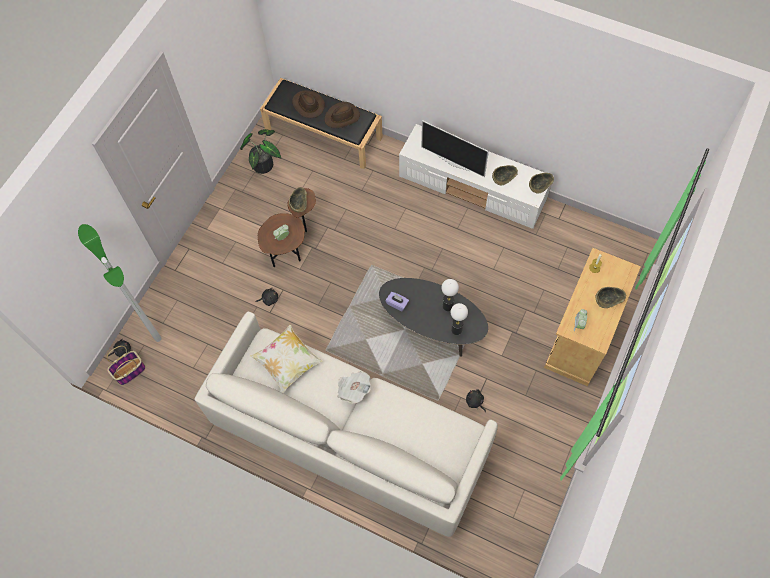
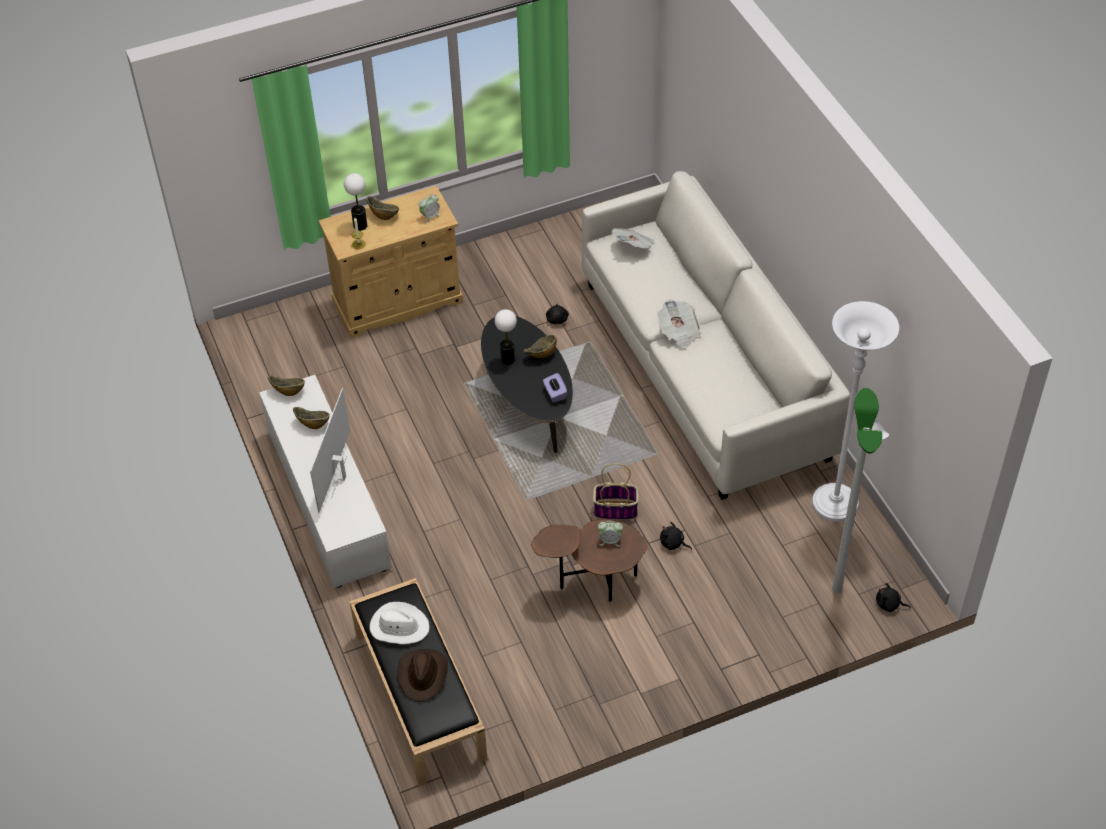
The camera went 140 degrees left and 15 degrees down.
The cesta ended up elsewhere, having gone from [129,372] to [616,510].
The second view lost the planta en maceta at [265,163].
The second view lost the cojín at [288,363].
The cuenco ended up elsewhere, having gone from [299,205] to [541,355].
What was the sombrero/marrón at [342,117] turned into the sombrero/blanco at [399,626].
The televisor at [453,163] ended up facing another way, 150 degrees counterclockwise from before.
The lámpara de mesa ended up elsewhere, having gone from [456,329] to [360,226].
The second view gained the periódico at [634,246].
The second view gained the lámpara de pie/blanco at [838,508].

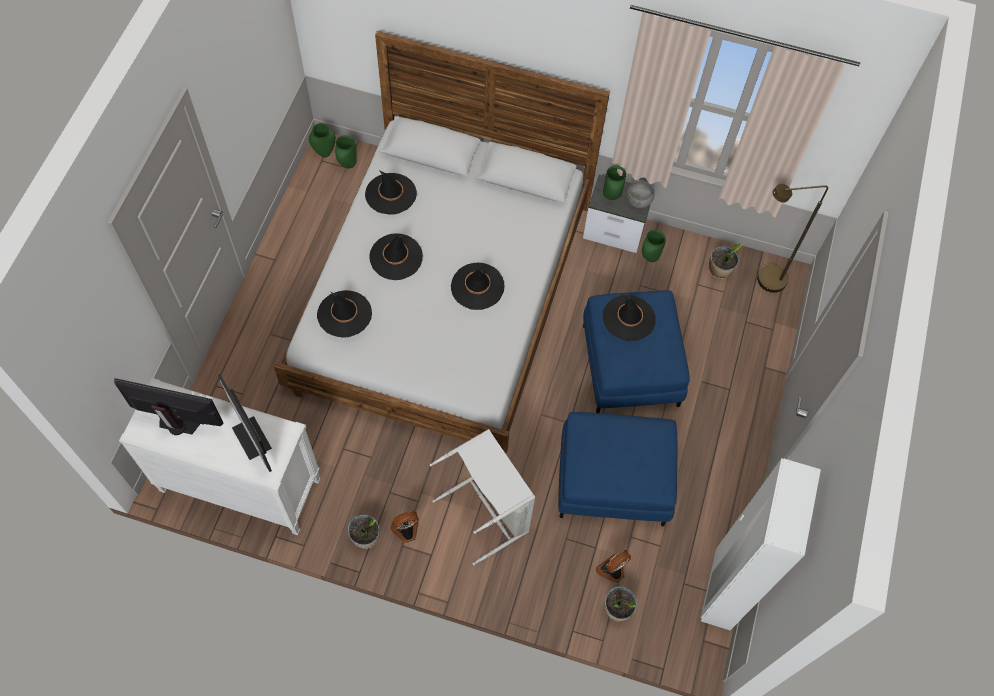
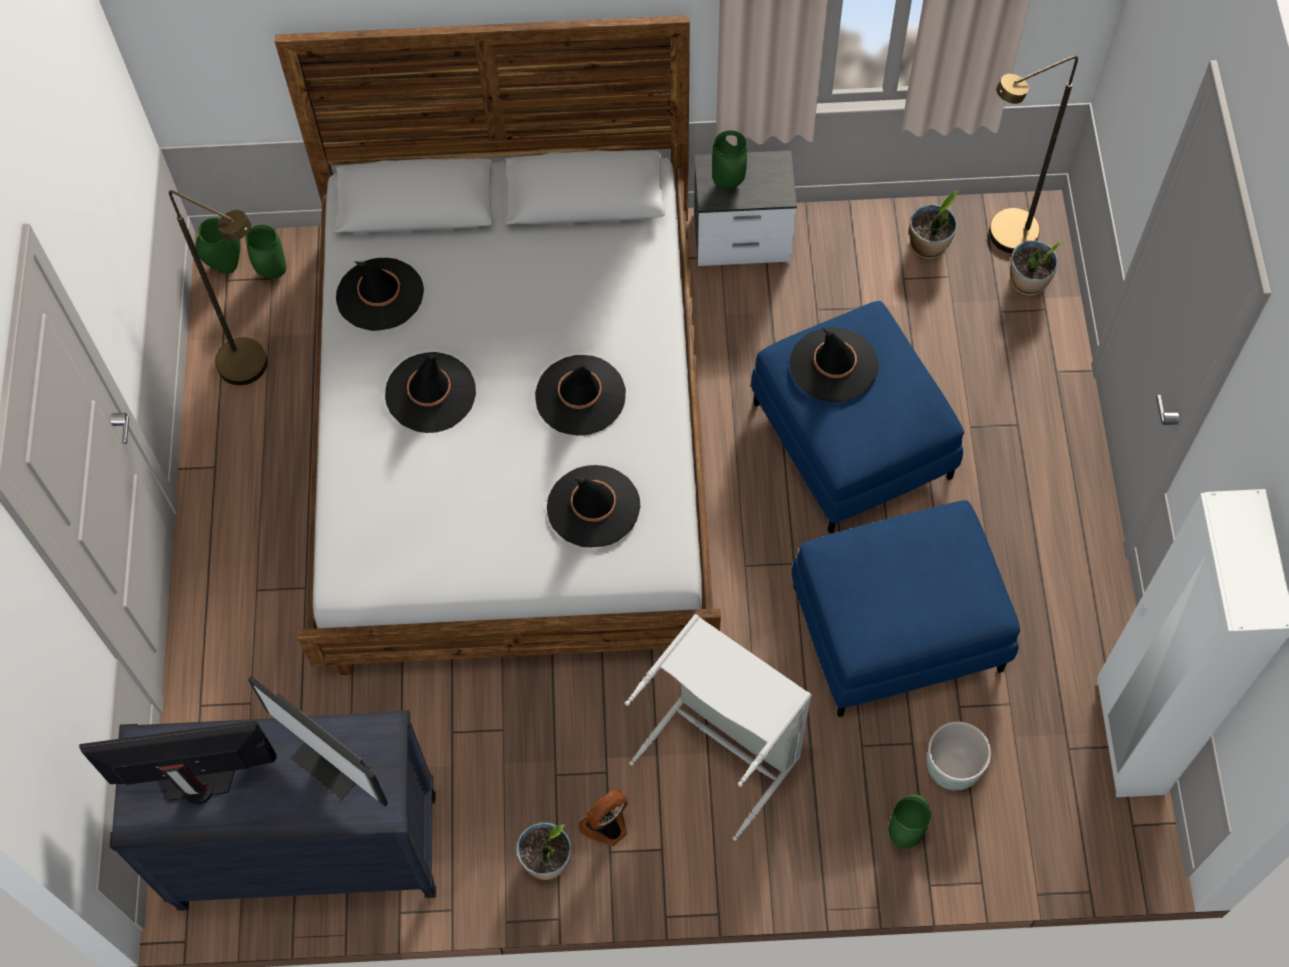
The camera went 15 degrees left and 0 degrees up.
What was the cómoda/blanco at [240,486] turned into the cómoda/negro at [308,853].
The sombrero/negro ended up elsewhere, having gone from [344,314] to [593,506].
Where the ventilador stood at [612,570], the maceta/gris came to stand at [952,769].
The planta en maceta ended up elsewhere, having gone from [617,609] to [1028,282].
The second view lost the cuenco/gris at [638,202].
The florero/verde ended up elsewhere, having gone from [650,258] to [905,835].
The second view gained the lámpara de pie/marrón at [255,368].

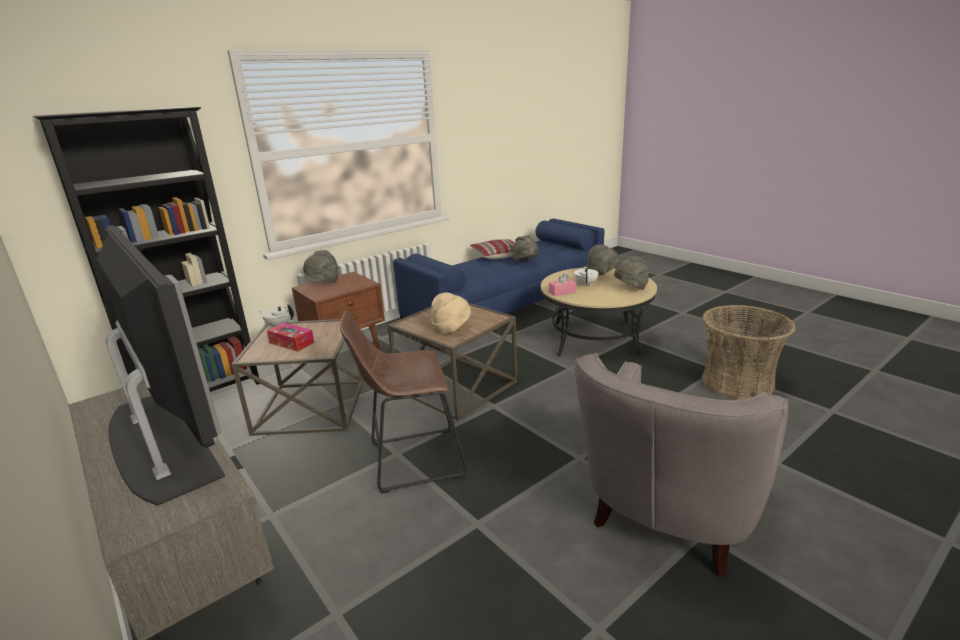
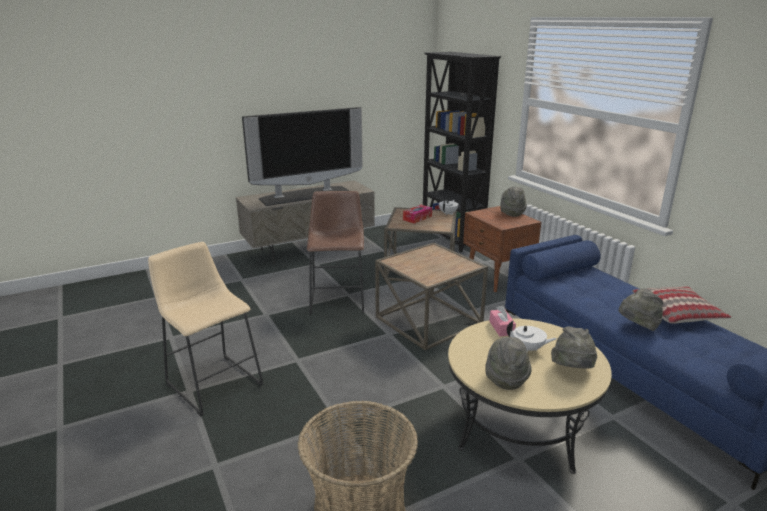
The camera went 100 degrees right and 0 degrees up.
The second view lost the sombrero/beis at [451,329].
Where the sillón/gris stood at [669,517], the taburete/beis came to stand at [212,381].

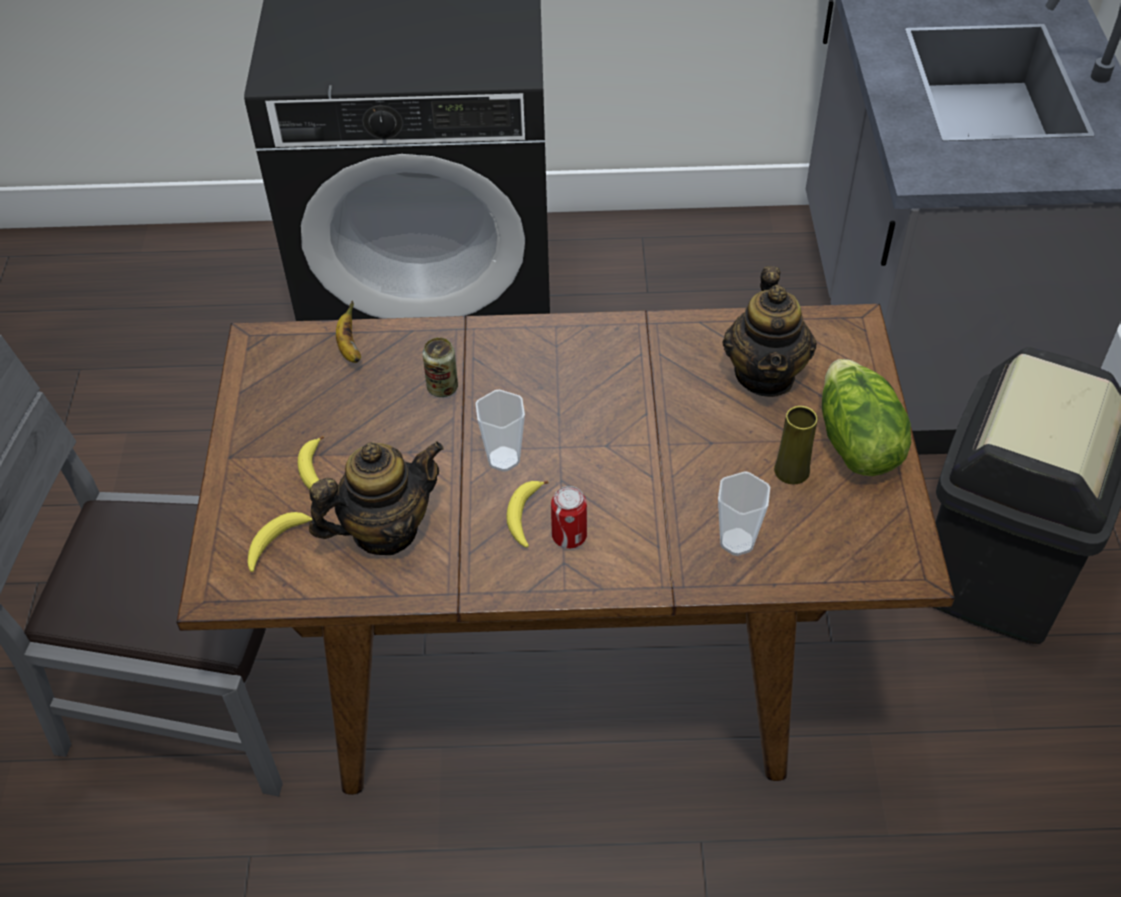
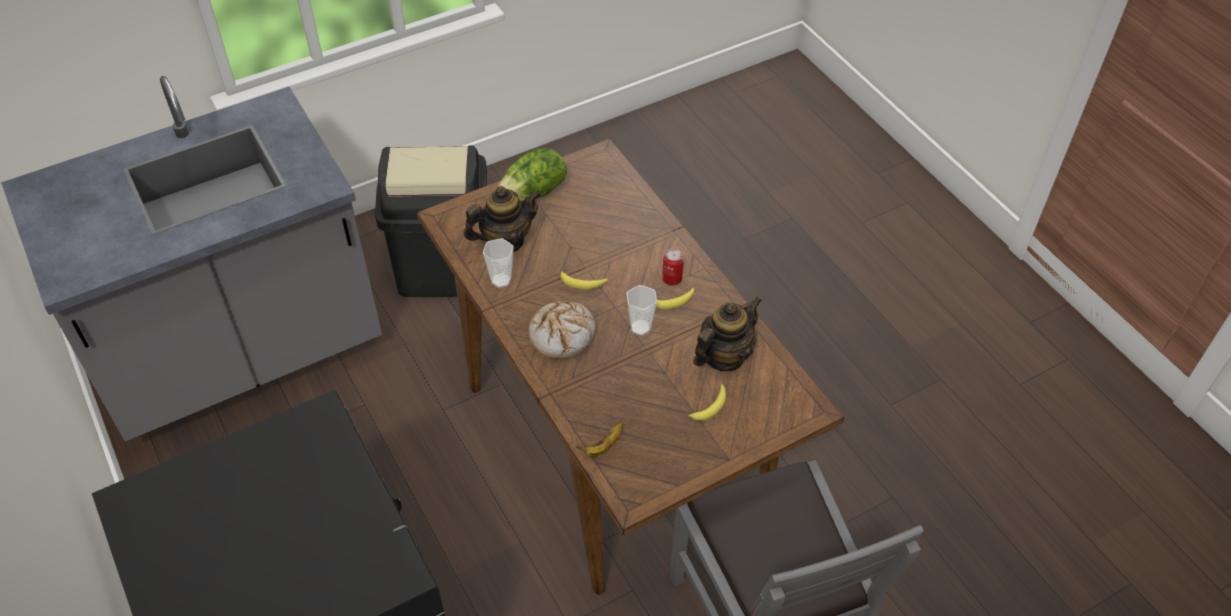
The camera went 120 degrees left and 0 degrees up.
The plátano ended up elsewhere, having gone from [276,543] to [582,283].
The tetera at [385,530] ended up facing another way, 105 degrees clockwise from before.
The second view lost the lata at [442,387].
The taza ended up elsewhere, having gone from [737,542] to [501,280].
The second view lost the florero/amarillo at [791,471].
The second view gained the pan at [562,335].

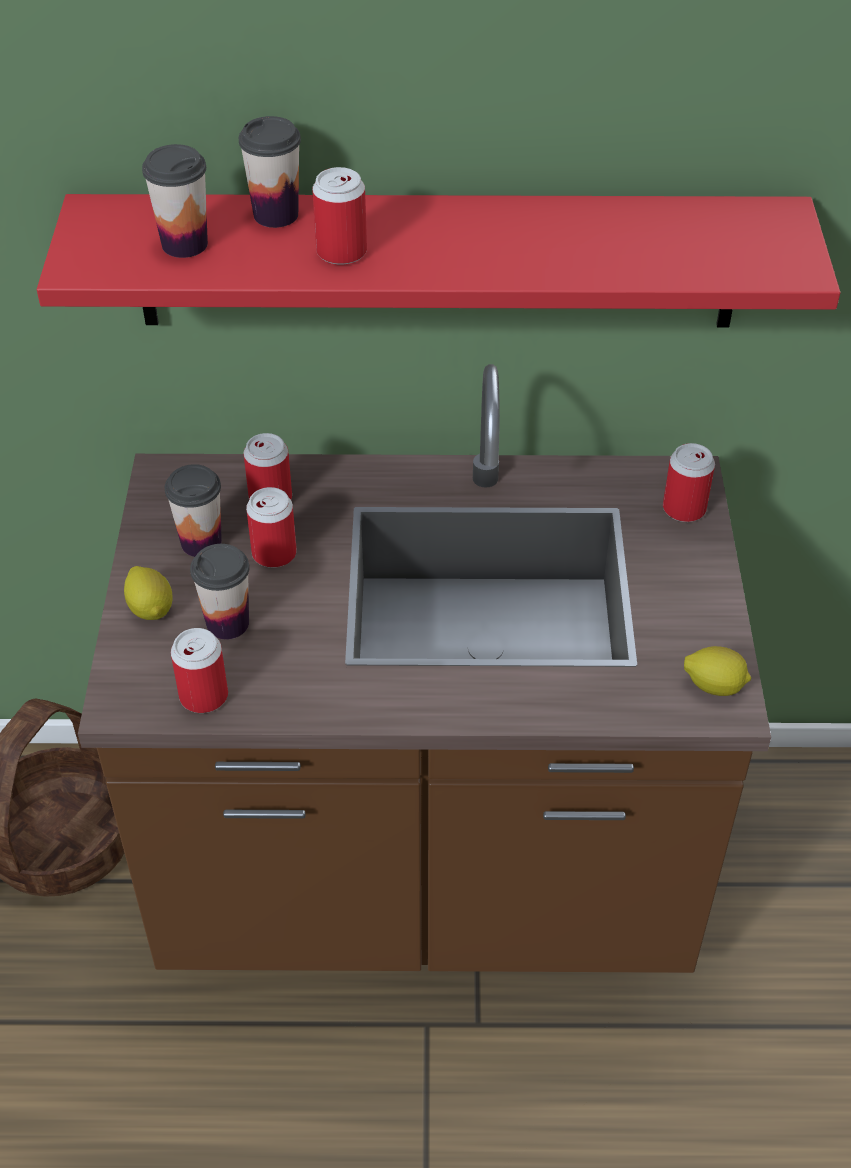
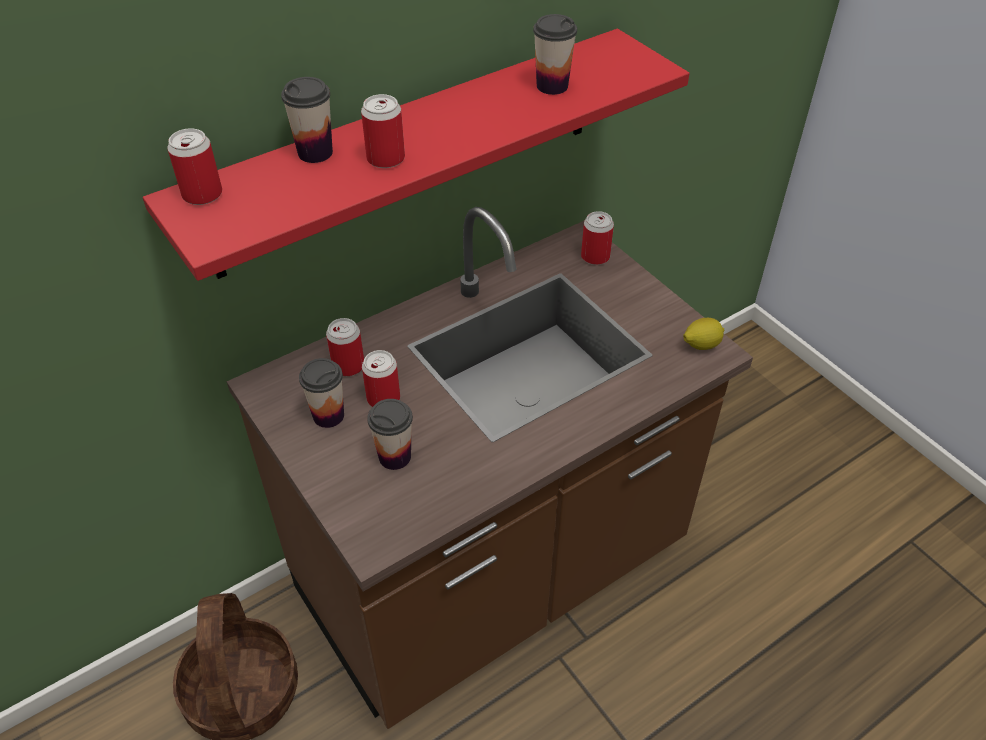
The camera went 35 degrees left and 0 degrees up.
The second view lost the limón at [151,608].
The taza ended up elsewhere, having gone from [184,244] to [552,86].
The lata ended up elsewhere, having gone from [204,696] to [202,194].

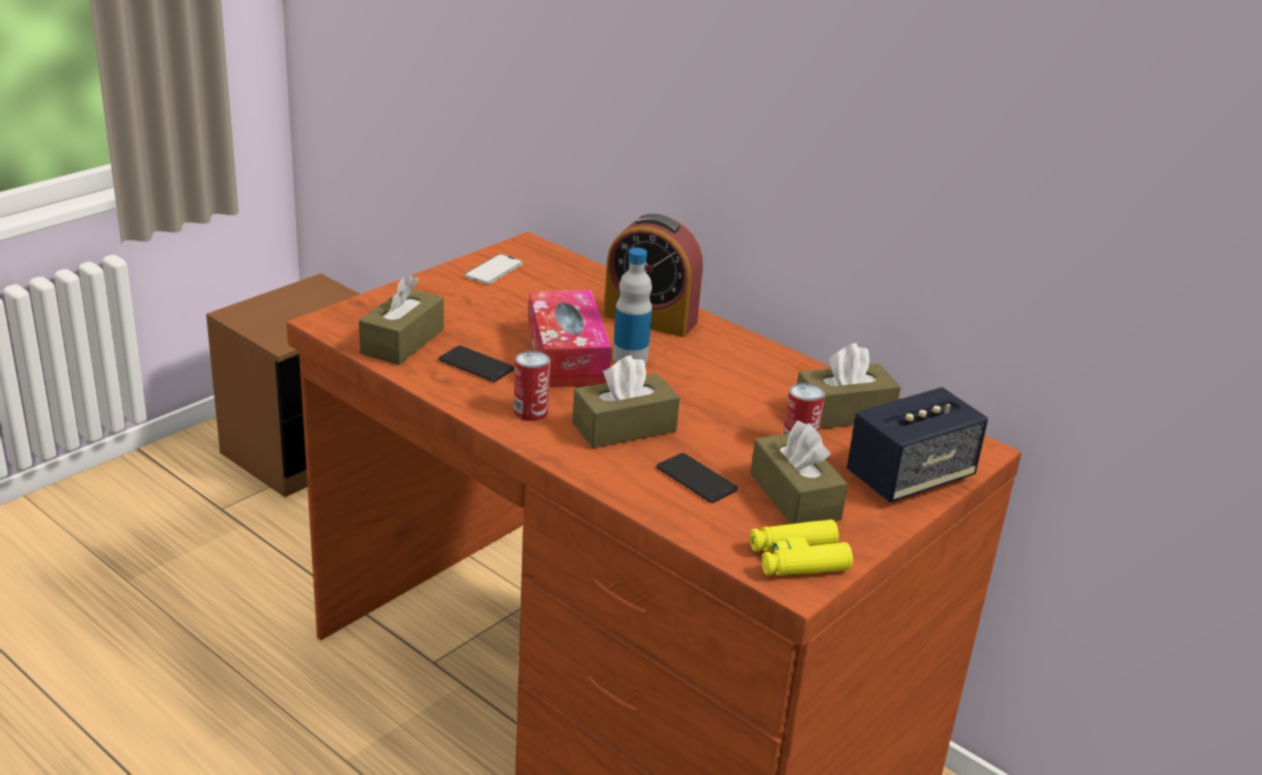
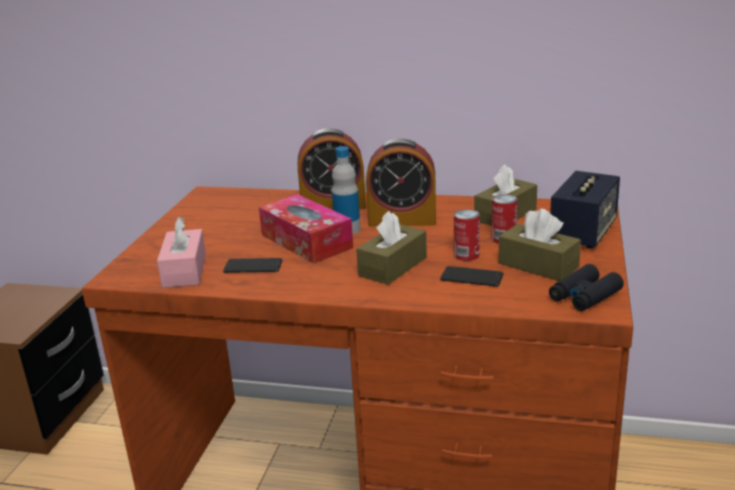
The camera went 25 degrees left and 5 degrees down.
What was the caja de pañuelos/marrón at [402,341] turned into the caja de pañuelos/rosa at [184,270].
The second view lost the móvil at [494,270].
The lata ended up elsewhere, having gone from [531,412] to [466,255].
What was the prismáticos/amarillo at [798,559] turned into the prismáticos/negro at [584,296].
The second view gained the despertador at [402,220].

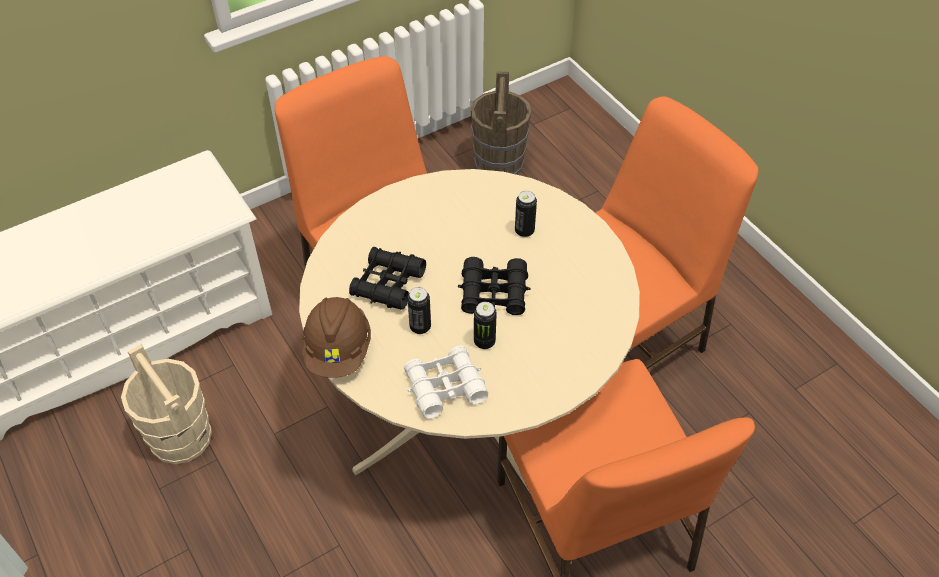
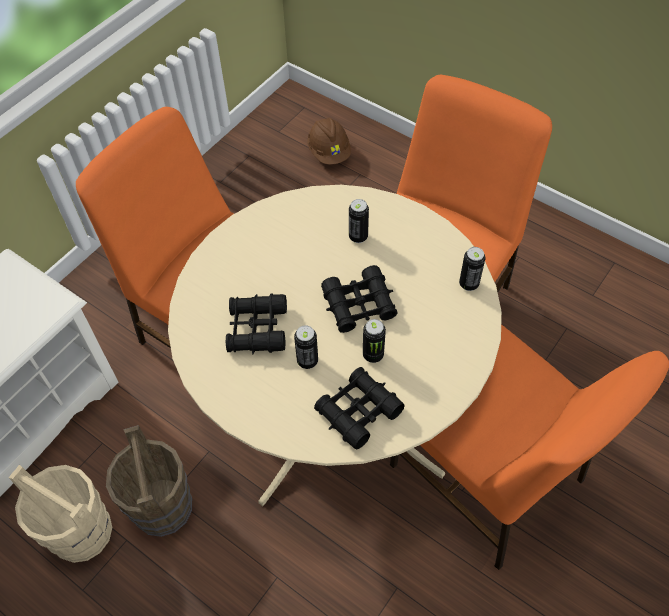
The camera went 20 degrees left and 5 degrees up.
The casco/marrón ended up elsewhere, having gone from [338,350] to [329,152].
What was the prismáticos/blanco at [445,387] turned into the prismáticos/negro at [358,412].
The cubo/marrón ended up elsewhere, having gone from [499,162] to [162,506].
The second view gained the lata at [469,284].

